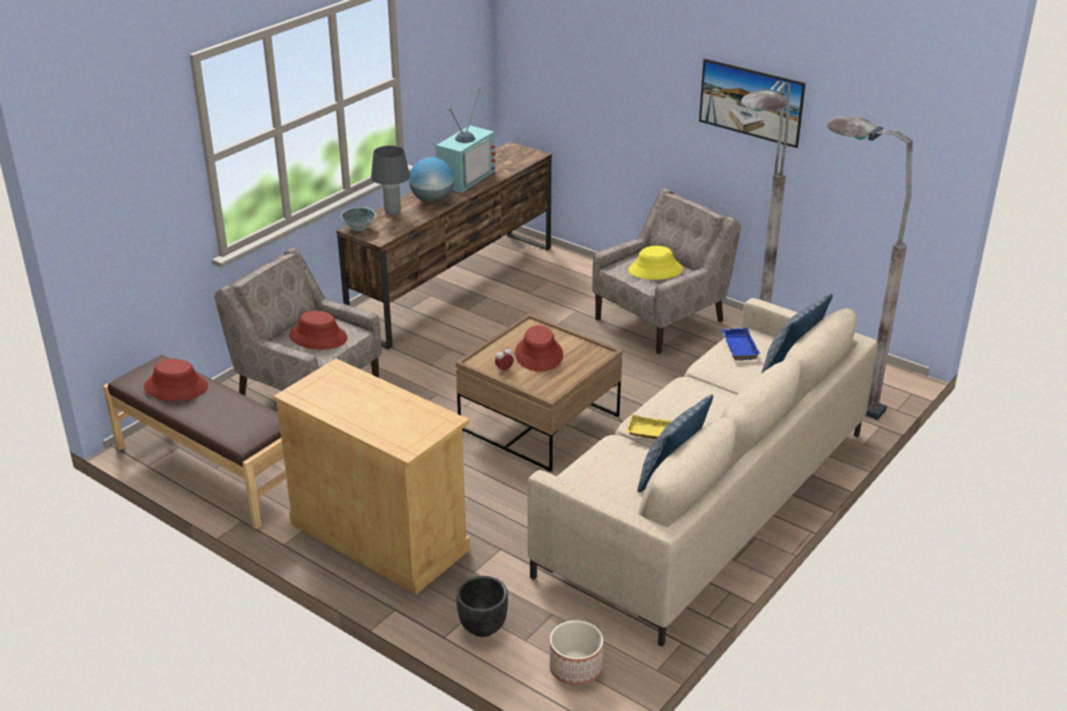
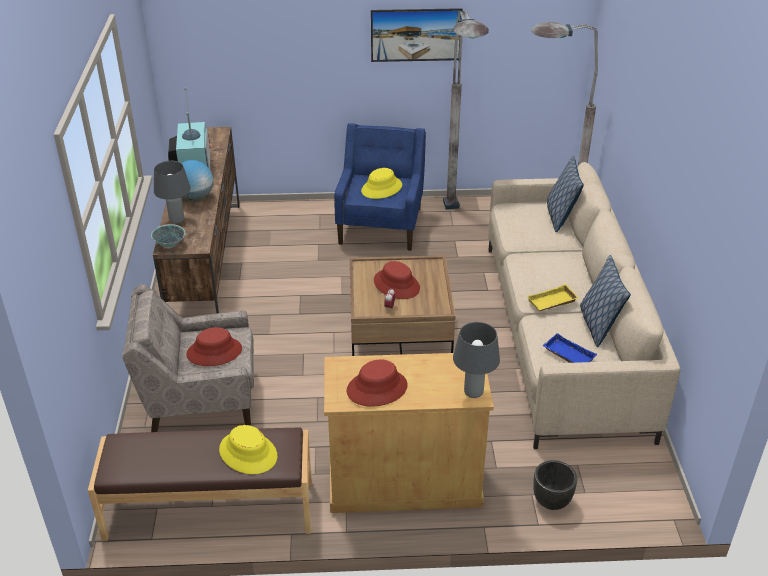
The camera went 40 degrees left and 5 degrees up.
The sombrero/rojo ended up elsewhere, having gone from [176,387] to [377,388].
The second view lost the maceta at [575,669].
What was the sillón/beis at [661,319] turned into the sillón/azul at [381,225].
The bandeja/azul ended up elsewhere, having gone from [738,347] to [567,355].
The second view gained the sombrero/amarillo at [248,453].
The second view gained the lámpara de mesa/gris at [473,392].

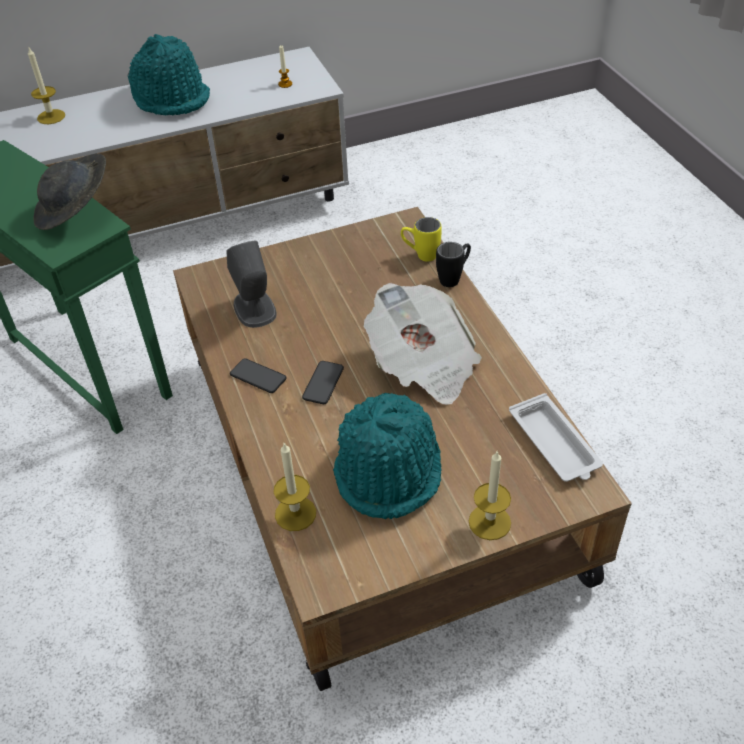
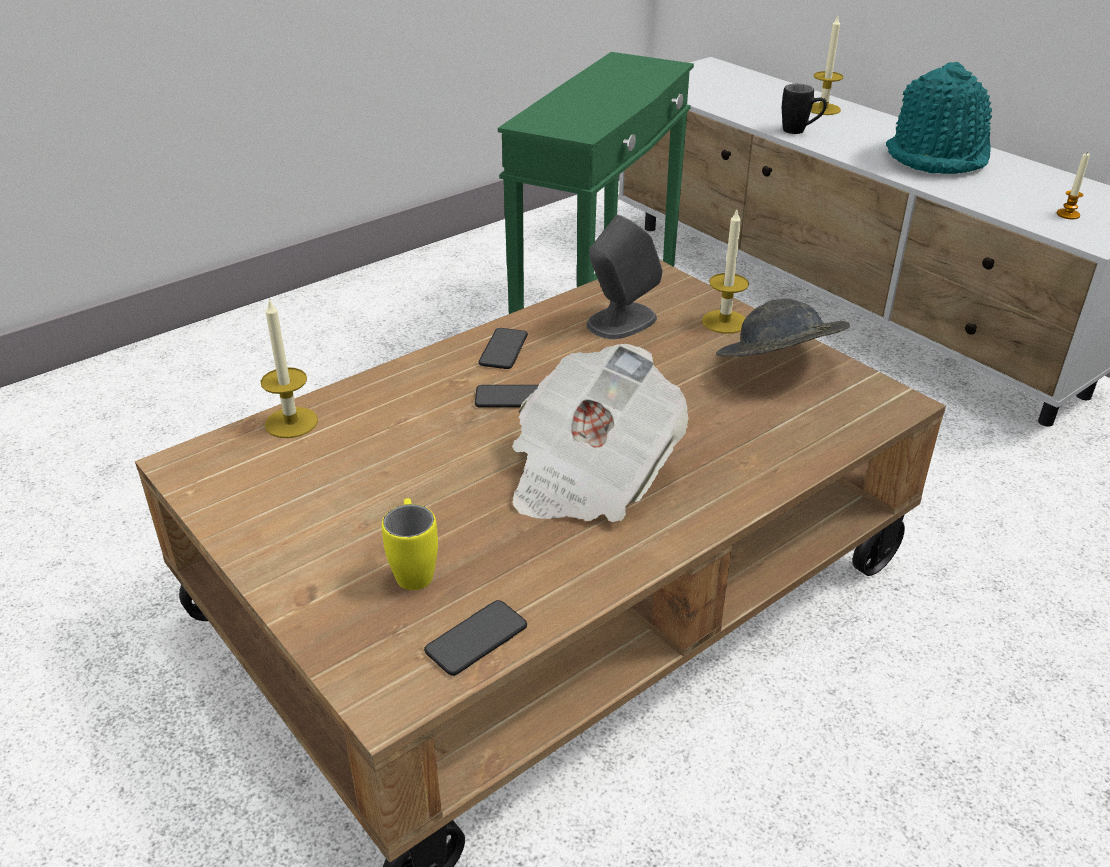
The camera went 70 degrees right and 10 degrees down.
The sombrero/gris ended up elsewhere, having gone from [76,211] to [777,367].
The second view lost the sombrero/turquesa at [389,470].
The taza grande/amarillo ended up elsewhere, having gone from [420,255] to [414,568].
The taza grande/negro ended up elsewhere, having gone from [454,278] to [800,131].
The vela ended up elsewhere, having gone from [489,522] to [724,322].
Where the bandeja/blanco stood at [554,444], the móvil came to stand at [476,639].

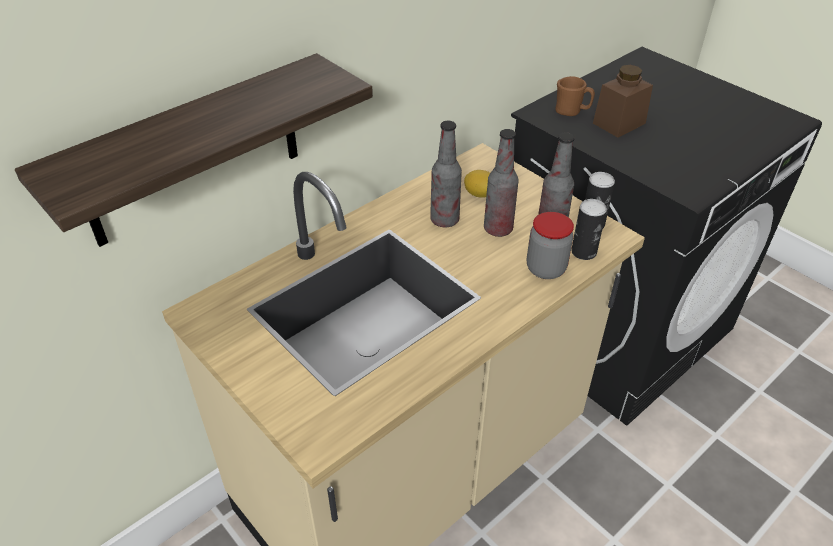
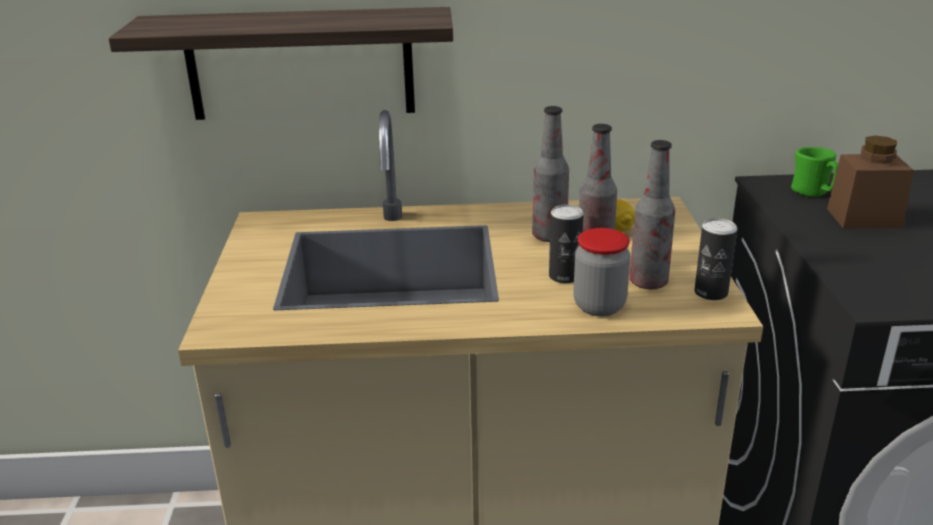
The camera went 40 degrees right and 15 degrees down.
What was the taza grande/marrón at [571,112] turned into the taza grande/verde at [813,193].
The lata ended up elsewhere, having gone from [583,252] to [564,276].

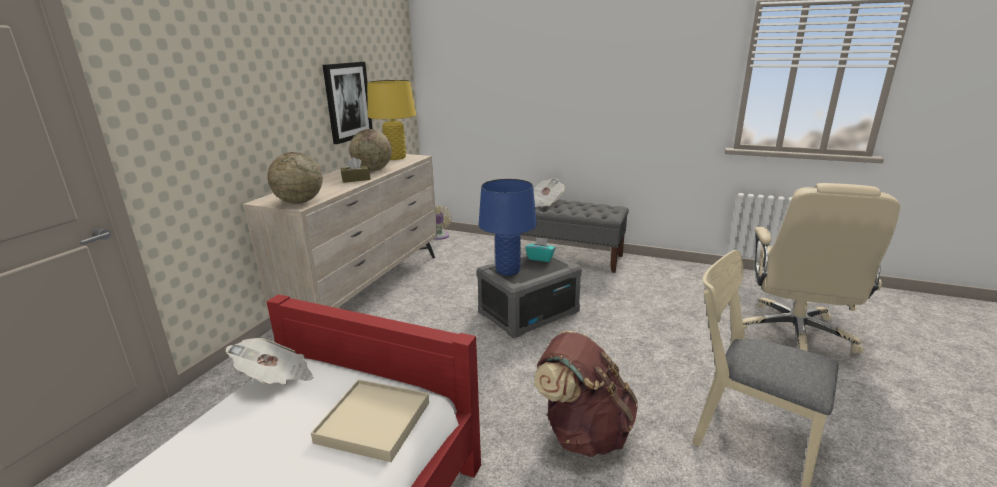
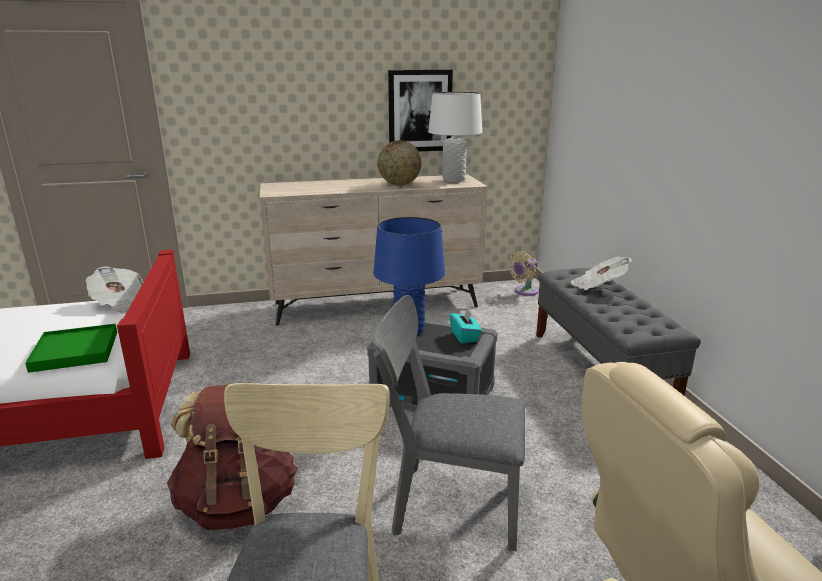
The camera went 55 degrees right and 0 degrees up.
The second view lost the globo terráqueo at [299,202].
What was the bandeja/beis at [374,422] turned into the bandeja/verde at [75,351].
The second view lost the caja de pañuelos/marrón at [356,179].
What was the lámpara de mesa/amarillo at [396,158] turned into the lámpara de mesa/blanco at [453,180].
The second view gained the silla/gris at [446,504].

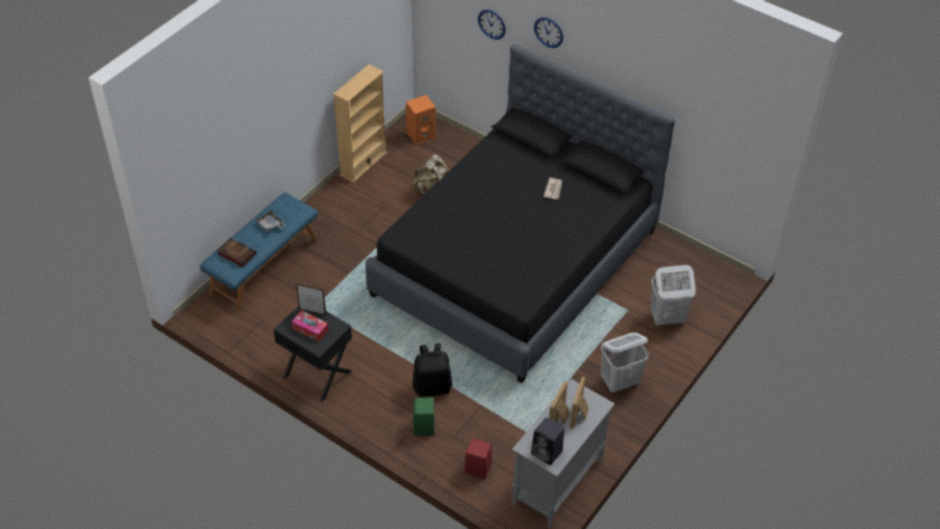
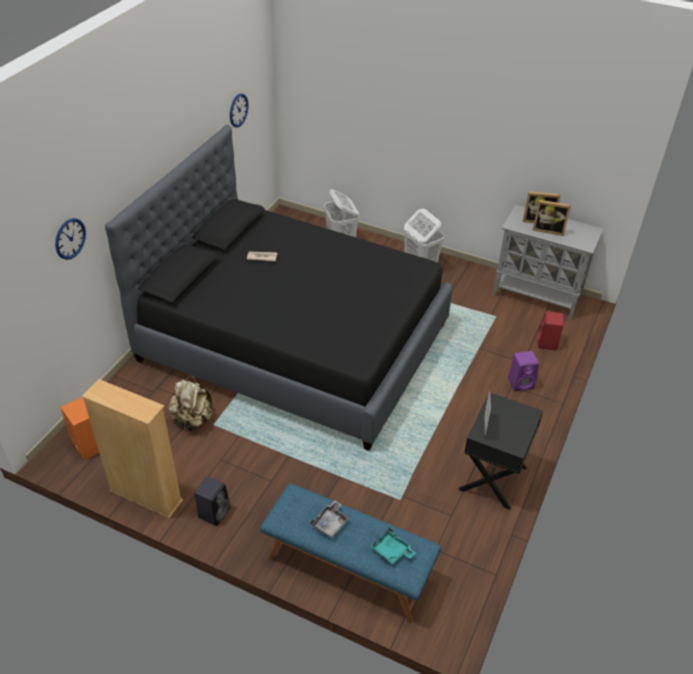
The camera went 100 degrees left and 5 degrees down.
Where the libro stood at [236,253], the bandeja/turquesa came to stand at [392,551].
The second view lost the caja de pañuelos at [310,329].
The second view lost the mochila/negro at [432,386].
What was the altavoz/verde at [424,427] turned into the altavoz/morado at [521,383].
The altavoz/negro ended up elsewhere, having gone from [547,452] to [214,512].
The reloj de pared ended up elsewhere, having gone from [548,32] to [238,110].

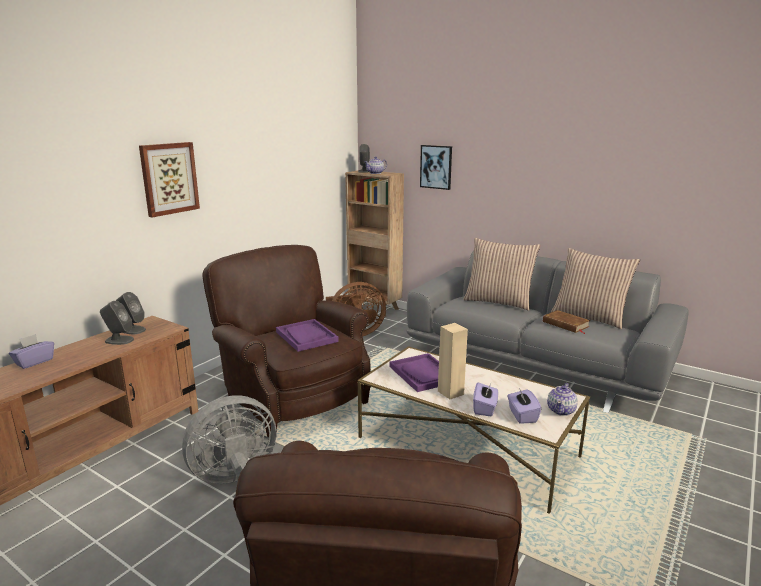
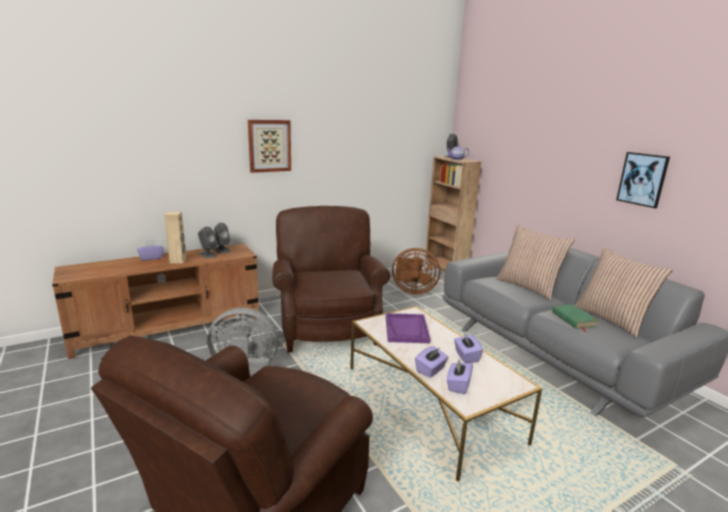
The camera went 25 degrees right and 0 degrees up.
The second view lost the bandeja/morado at [306,336].
The cuadro ended up elsewhere, having gone from [436,167] to [642,179].
The altavoz/beis ended up elsewhere, having gone from [451,392] to [178,261].
What was the libro/marrón at [565,324] turned into the libro/verde at [573,319].
The second view lost the tetera at [561,410].
The second view gained the caja de pañuelos/morado at [466,356].

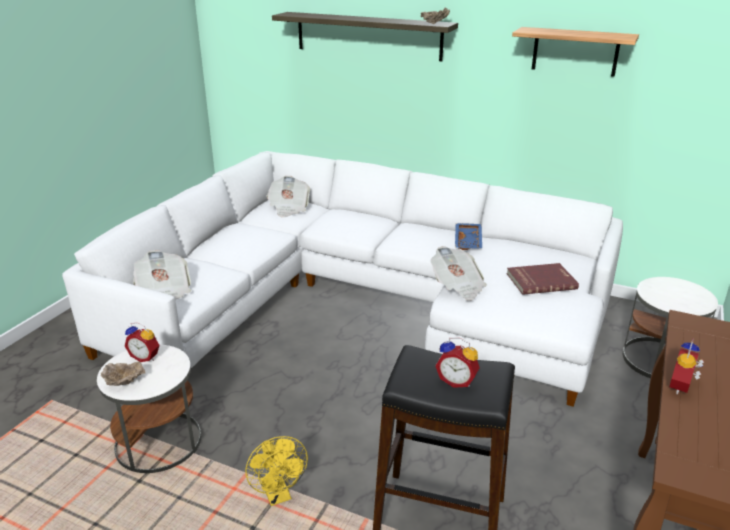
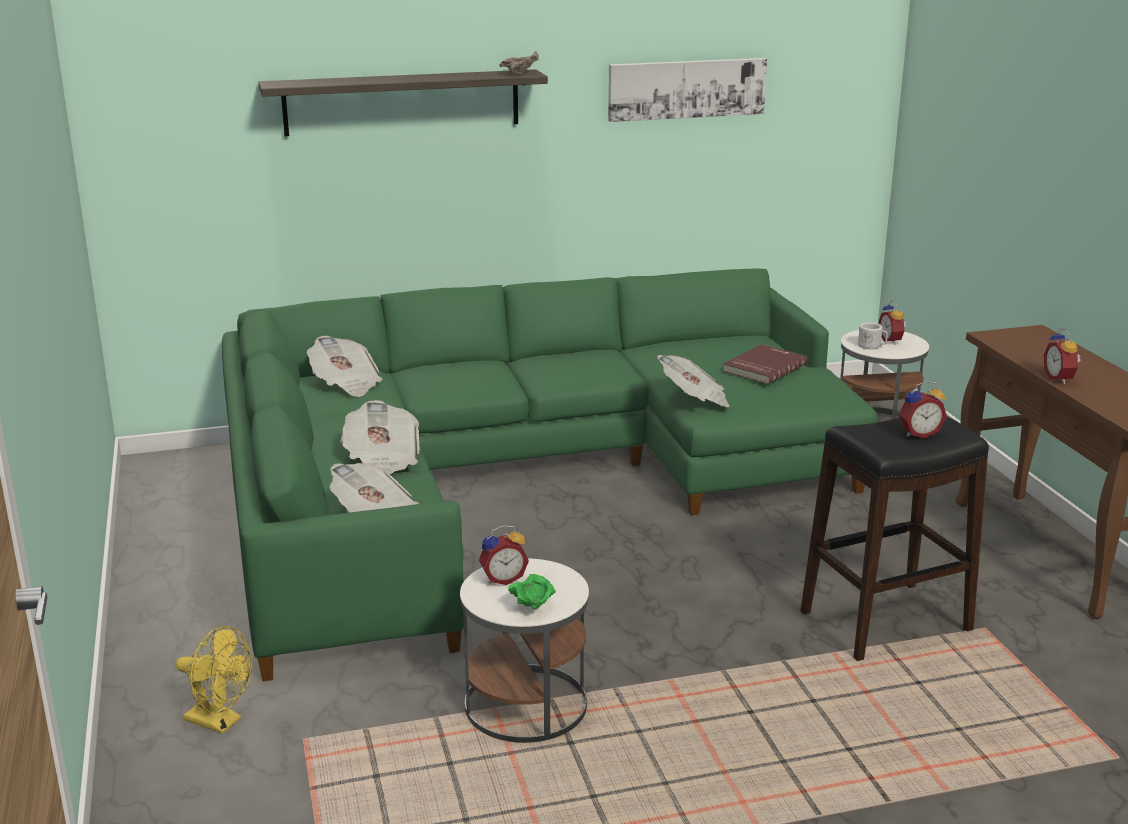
The camera went 40 degrees left and 5 degrees down.
What was the sofá/blanco at [361,301] turned into the sofá/verde at [514,484].
What was the cuenco/beis at [125,383] turned into the cuenco/verde at [533,607].
The ventilador/amarillo ended up elsewhere, having gone from [278,495] to [220,722].
The second view lost the bandeja/azul at [469,241].
Where the estante hung at [575,51], the cuadro came to hang at [686,89].
The second view gained the periódico at [382,460].
The second view gained the taza grande/blanco at [872,346].
The second view gained the despertador at [892,340].

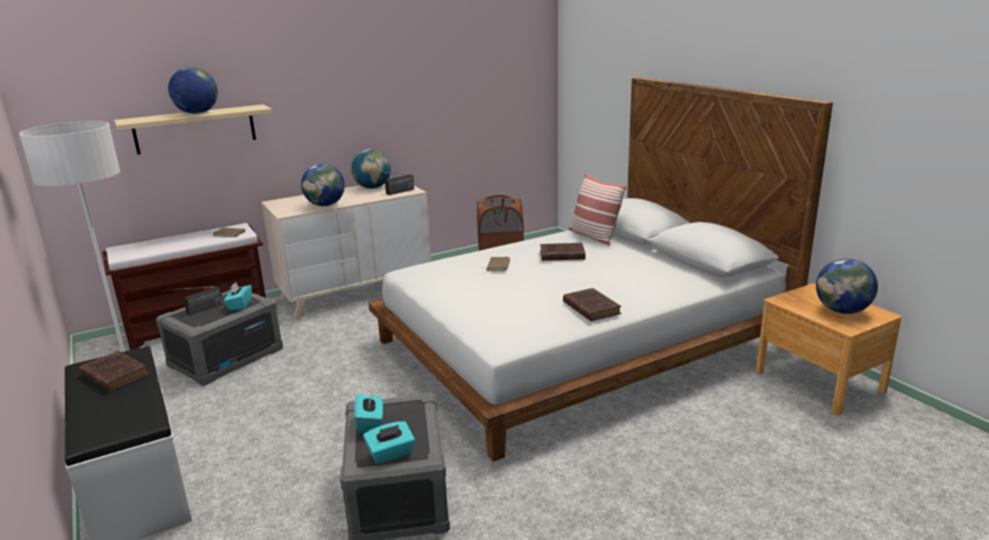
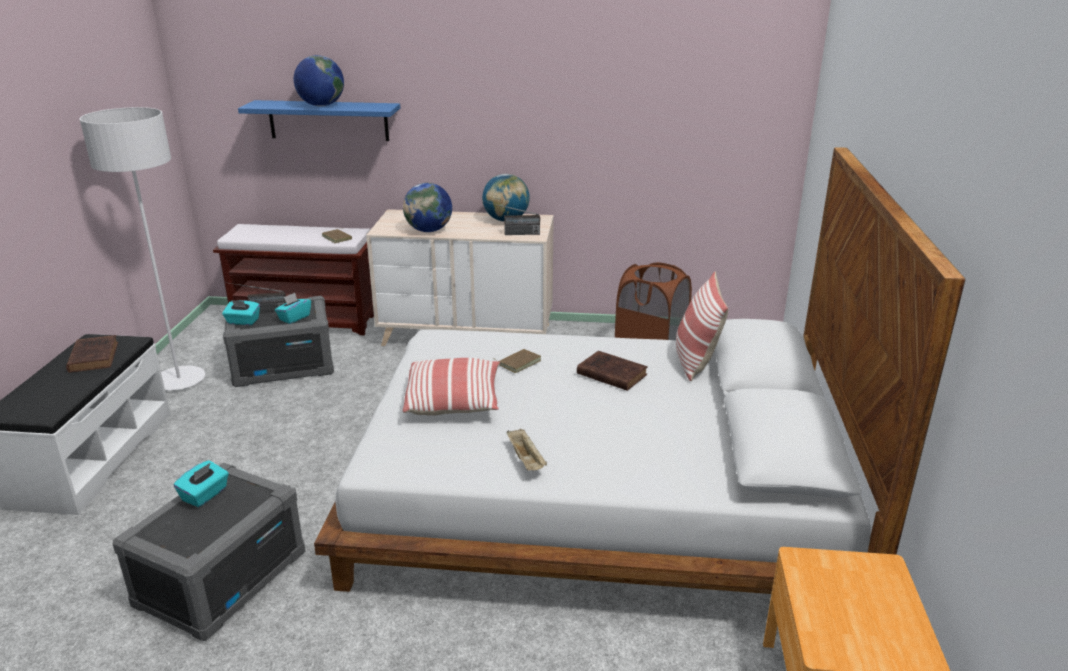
The camera went 35 degrees right and 5 degrees up.
What was the estante/beis at [195,129] turned into the estante/azul at [328,120].
The caja de pañuelos/turquesa ended up elsewhere, having gone from [391,454] to [243,321].
Where the libro/marrón stood at [590,307], the bandeja/beis came to stand at [526,460].
The second view lost the globo terráqueo at [842,311].
The second view gained the cojín at [454,401].

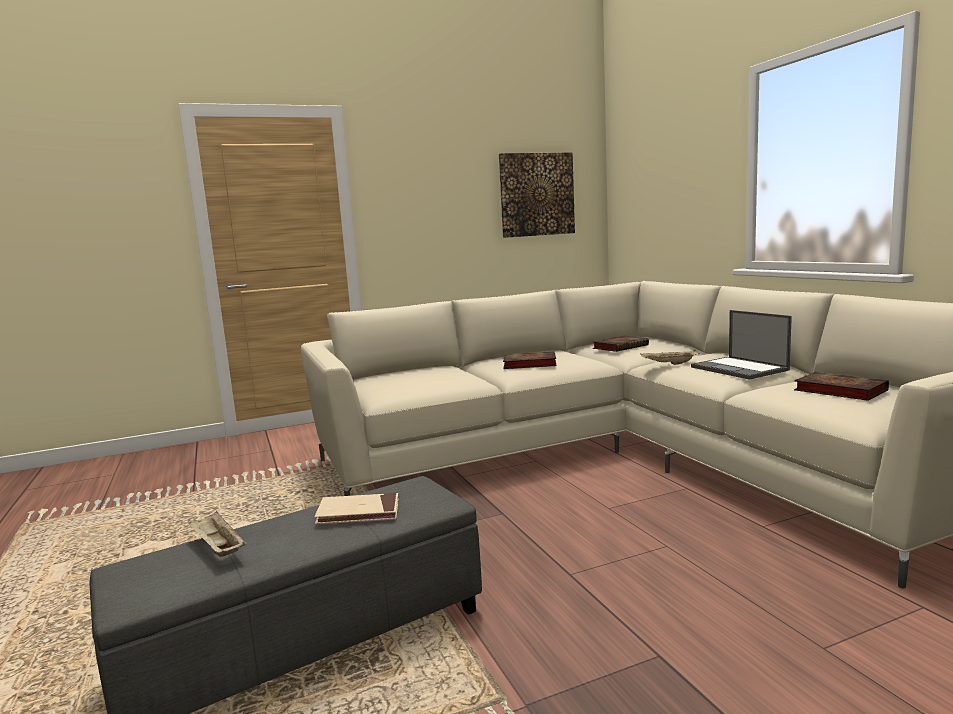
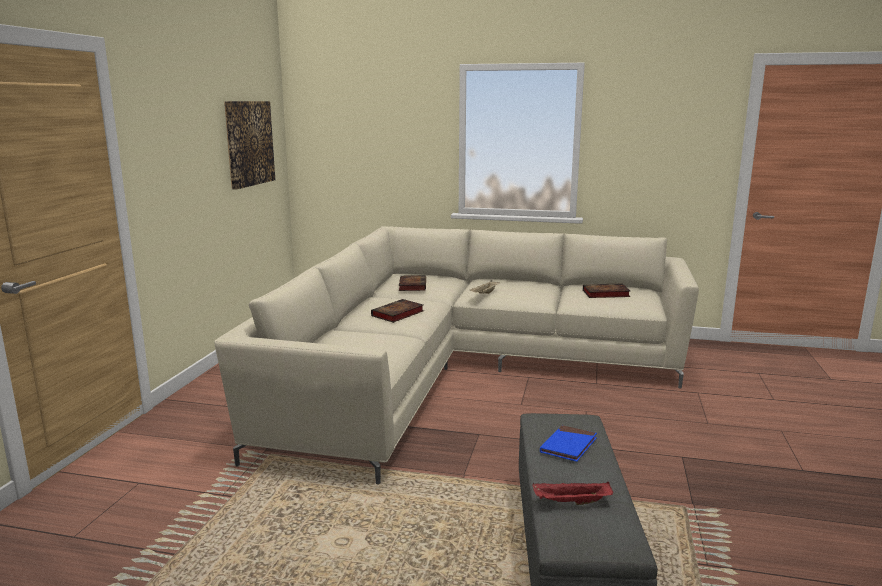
The camera went 55 degrees left and 5 degrees up.
What was the bandeja/beis at [218,548] turned into the bandeja/rojo at [571,502].
What was the libro/beis at [358,513] turned into the libro/azul at [568,446].
The second view lost the portátil at [740,369].

